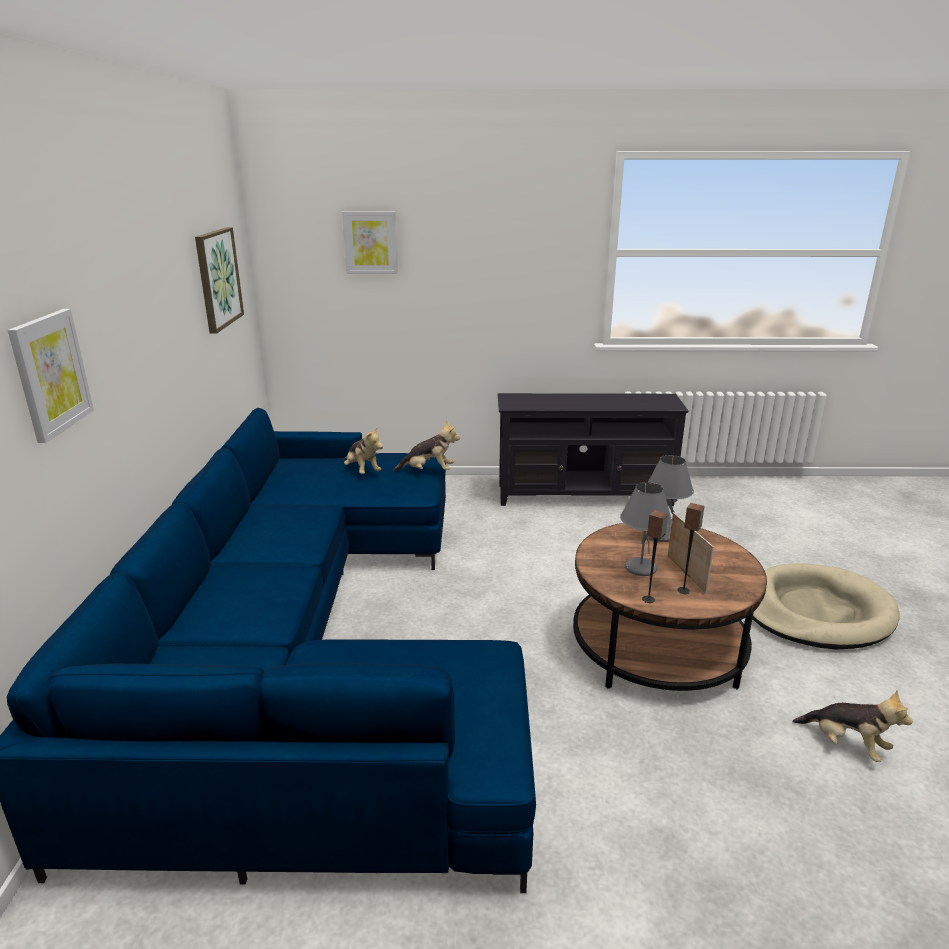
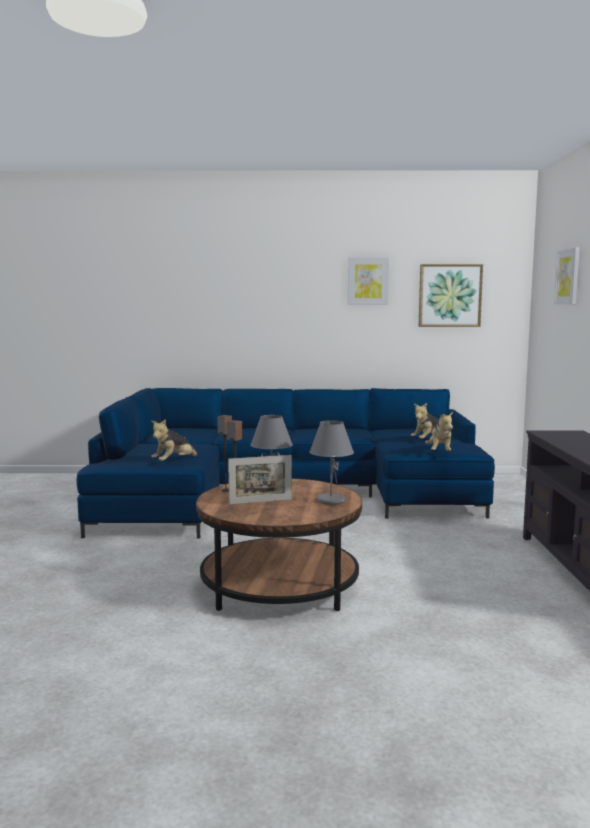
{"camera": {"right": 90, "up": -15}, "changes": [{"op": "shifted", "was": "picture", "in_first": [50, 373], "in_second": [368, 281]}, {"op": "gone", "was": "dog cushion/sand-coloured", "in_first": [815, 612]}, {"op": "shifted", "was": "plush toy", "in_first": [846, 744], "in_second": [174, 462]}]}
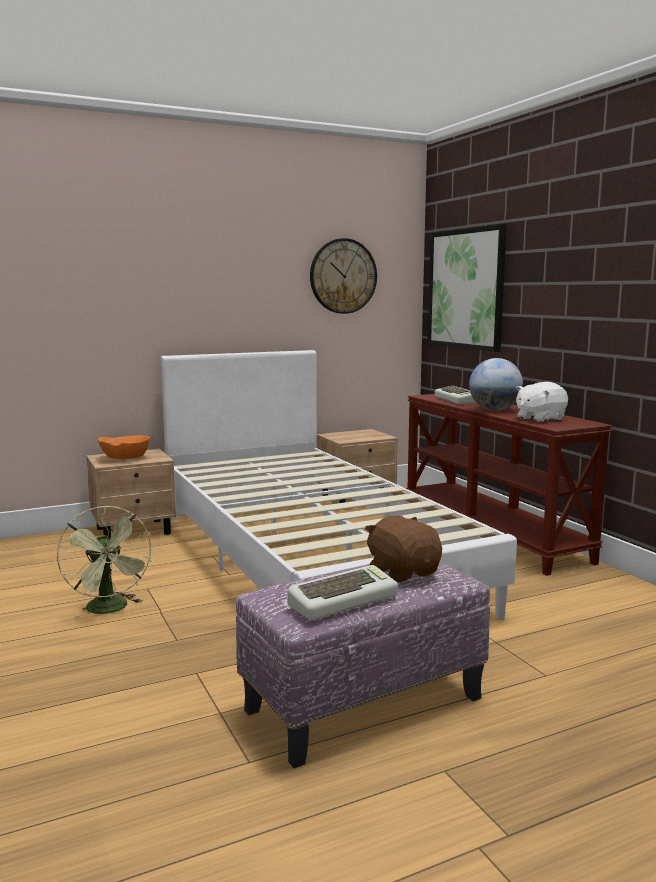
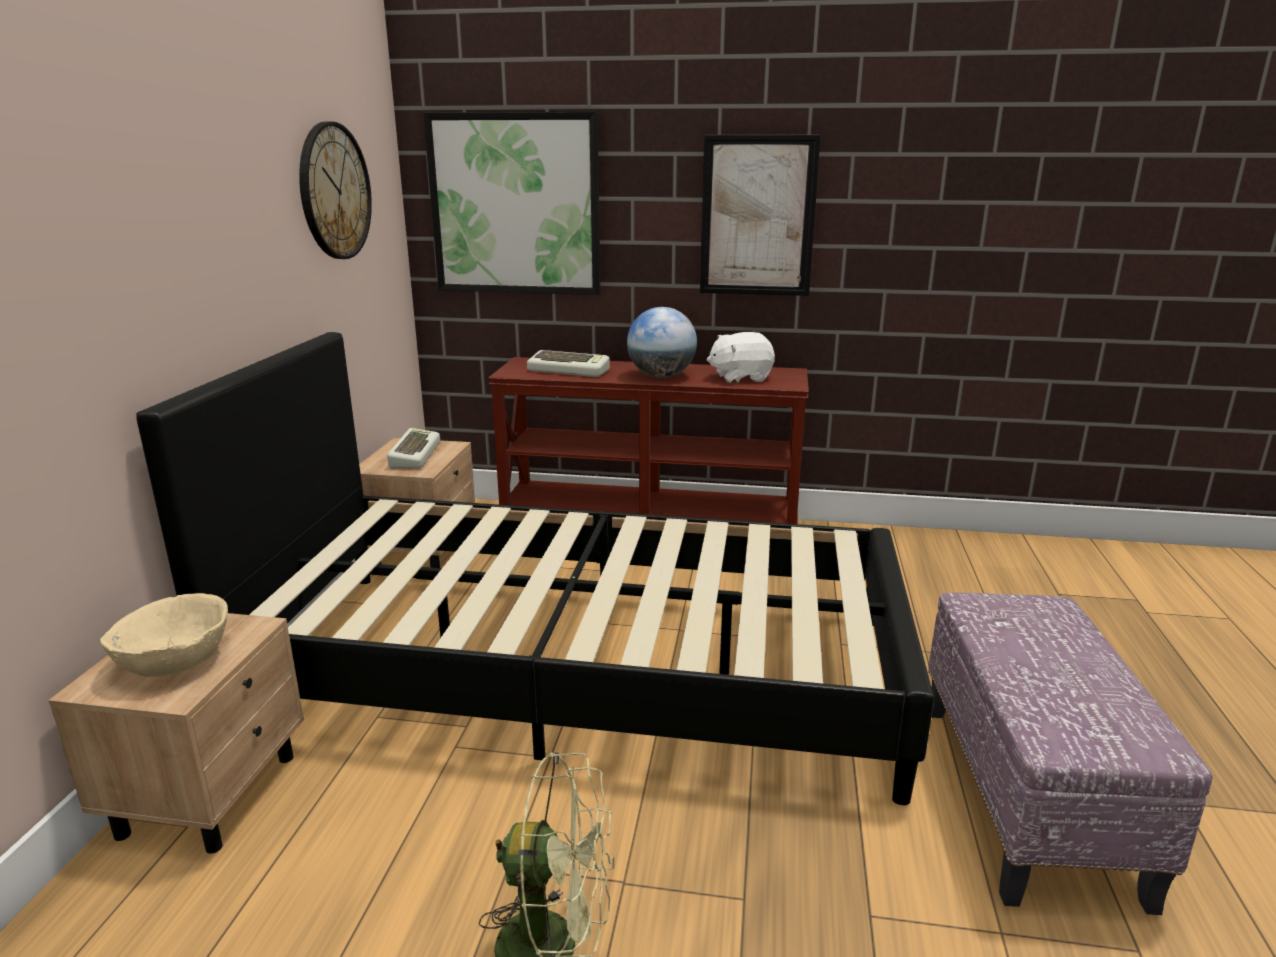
{"camera": {"right": -55, "up": 10}, "changes": [{"op": "repainted", "was": "deep dish/orangey", "now": "deep dish/sand-coloured", "in_first": [125, 458], "in_second": [174, 661]}, {"op": "repainted", "was": "bedroom bed/white-coloured", "now": "bedroom bed/black-coloured", "in_first": [308, 558], "in_second": [577, 668]}, {"op": "shifted", "was": "PC keyboard", "in_first": [343, 600], "in_second": [413, 455]}, {"op": "gone", "was": "plush toy/brownish", "in_first": [403, 572]}, {"op": "rotated", "was": "plush toy/white-coloured", "in_first": [539, 419], "in_second": [740, 378], "clockwise": 75}, {"op": "new", "now": "picture", "in_second": [757, 216]}]}
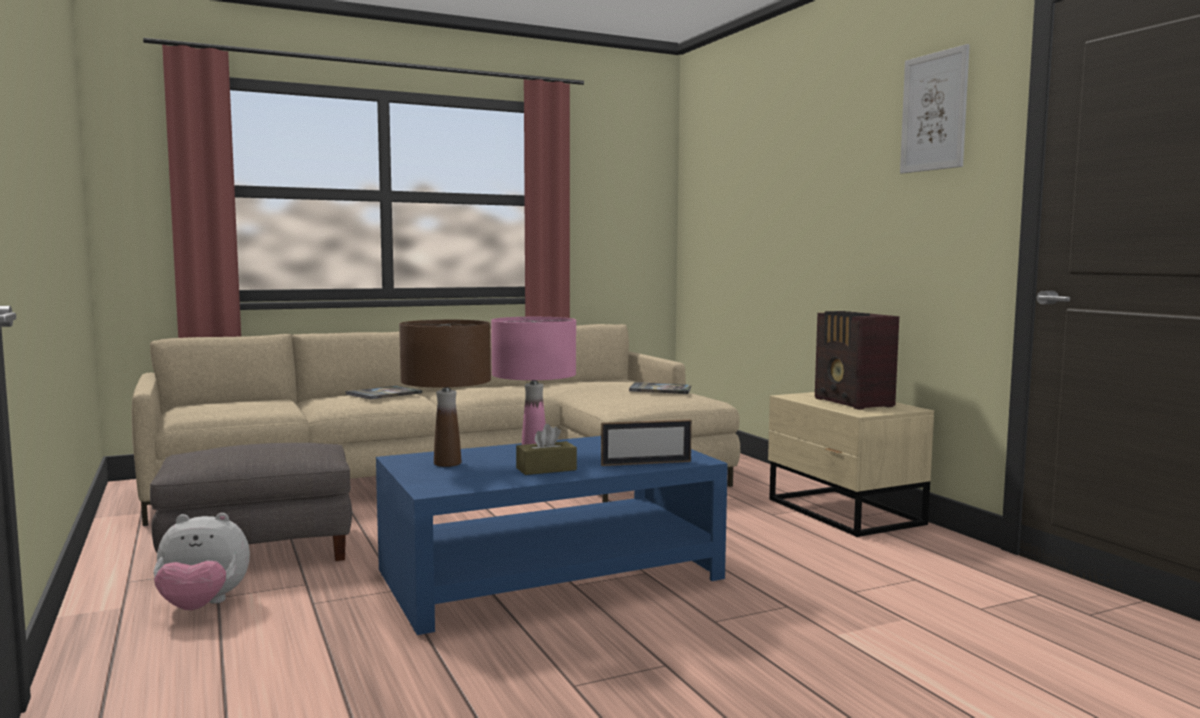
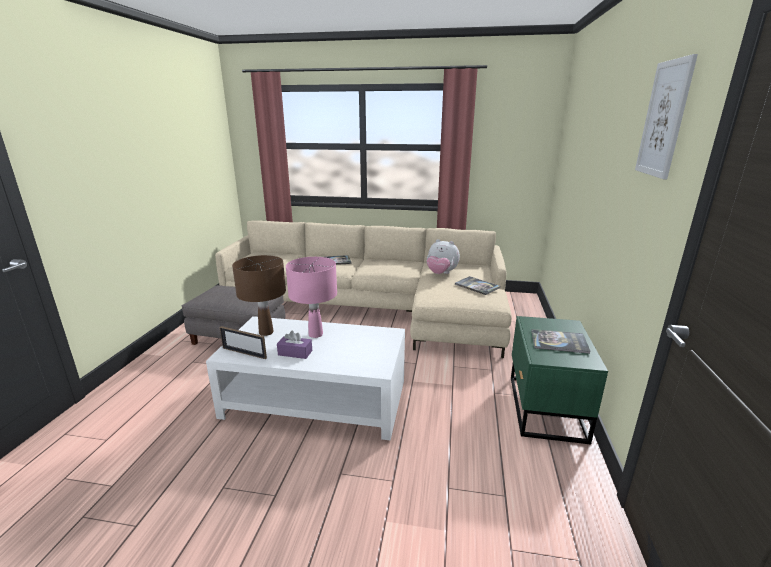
{"camera": {"right": 35, "up": 15}, "changes": [{"op": "shifted", "was": "plush toy", "in_first": [202, 606], "in_second": [441, 273]}, {"op": "repainted", "was": "low table/blue-coloured", "now": "low table/white-coloured", "in_first": [549, 575], "in_second": [316, 399]}, {"op": "repainted", "was": "tissue box/brownish", "now": "tissue box/purple-coloured", "in_first": [546, 469], "in_second": [295, 353]}, {"op": "shifted", "was": "standing frame", "in_first": [646, 463], "in_second": [244, 353]}, {"op": "repainted", "was": "bedside table/sand-coloured", "now": "bedside table/green-coloured", "in_first": [843, 513], "in_second": [544, 408]}, {"op": "swapped", "was": "radio set", "now": "bound book", "in_first": [853, 403], "in_second": [559, 342]}]}
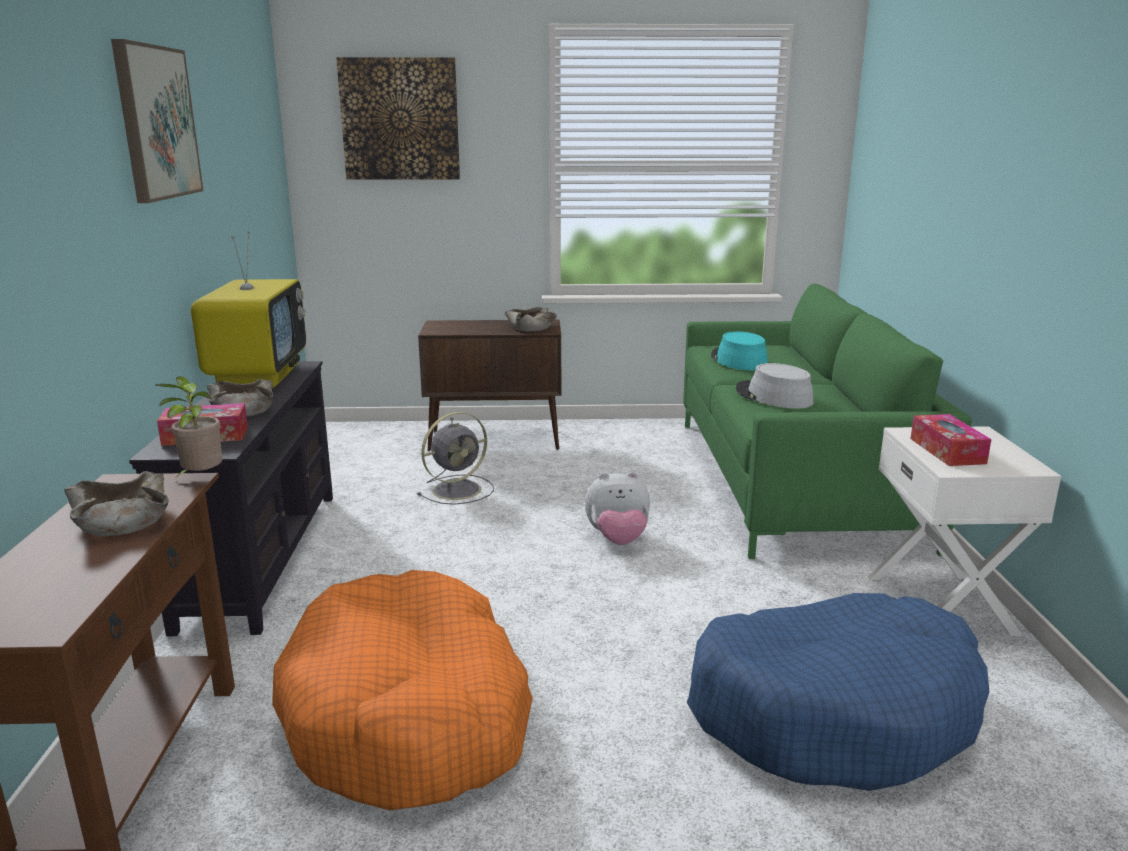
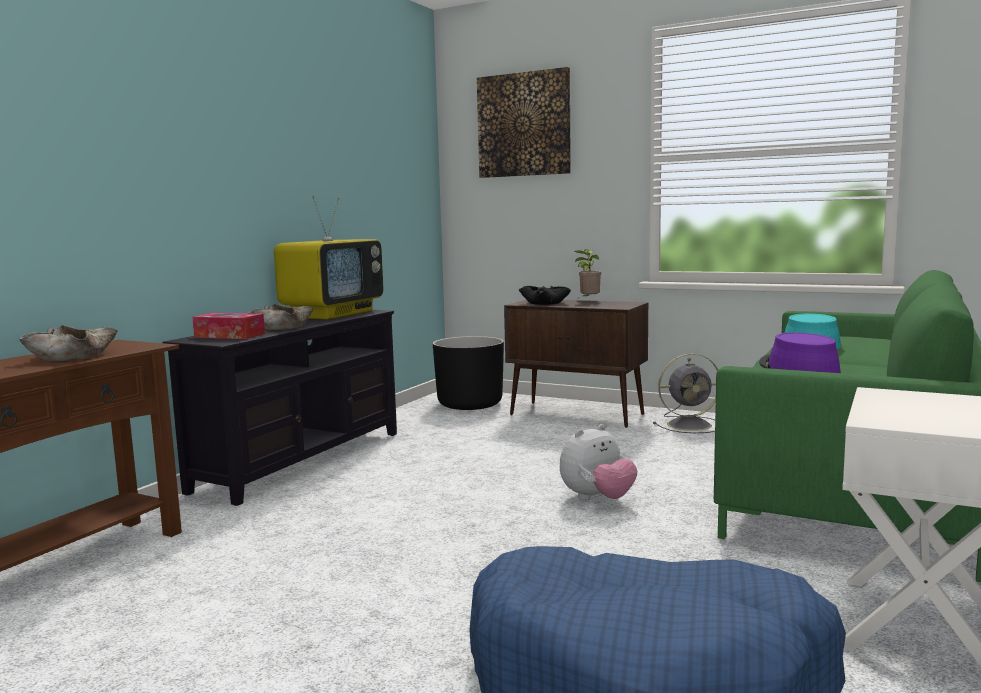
{"camera": {"right": 30, "up": -10}, "changes": [{"op": "gone", "was": "picture", "in_first": [156, 123]}, {"op": "shifted", "was": "potted plant", "in_first": [200, 478], "in_second": [588, 301]}, {"op": "gone", "was": "dog cushion/orangey", "in_first": [409, 714]}, {"op": "shifted", "was": "electric fan/greyish", "in_first": [459, 489], "in_second": [691, 425]}, {"op": "gone", "was": "deep dish/sand-coloured", "in_first": [530, 328]}, {"op": "rotated", "was": "plush toy", "in_first": [618, 540], "in_second": [597, 499], "clockwise": -60}, {"op": "repainted", "was": "hat/greyish", "now": "hat/purple-coloured", "in_first": [773, 396], "in_second": [798, 369]}, {"op": "gone", "was": "tissue box", "in_first": [947, 451]}, {"op": "new", "now": "planter/black-coloured", "in_second": [470, 404]}, {"op": "new", "now": "deep dish/black-coloured", "in_second": [545, 303]}]}
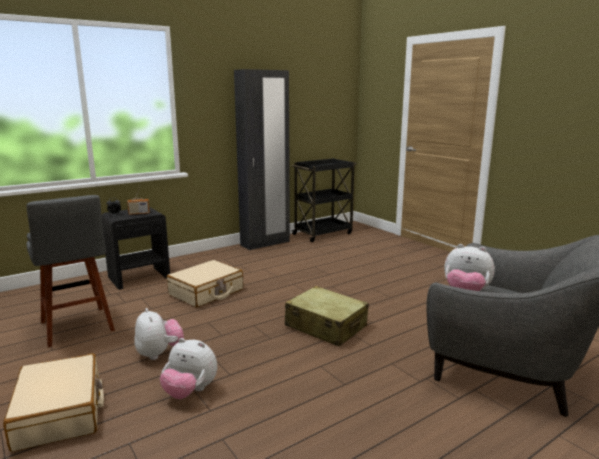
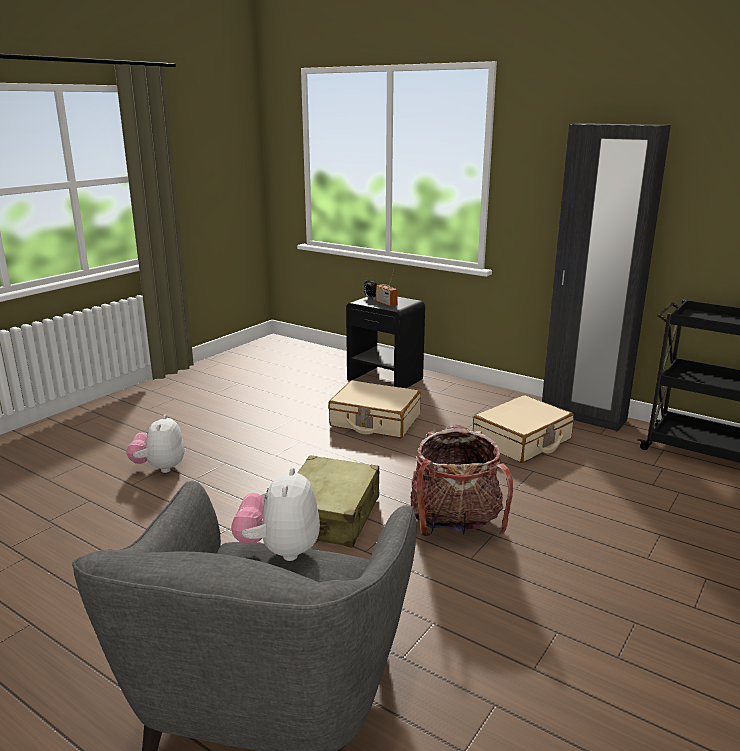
{"camera": {"right": 70, "up": 5}, "changes": [{"op": "shifted", "was": "travel case/sand-coloured", "in_first": [60, 412], "in_second": [522, 441]}, {"op": "gone", "was": "stool seat/greyish", "in_first": [77, 328]}, {"op": "gone", "was": "plush toy", "in_first": [159, 353]}, {"op": "new", "now": "backpack", "in_second": [455, 525]}]}
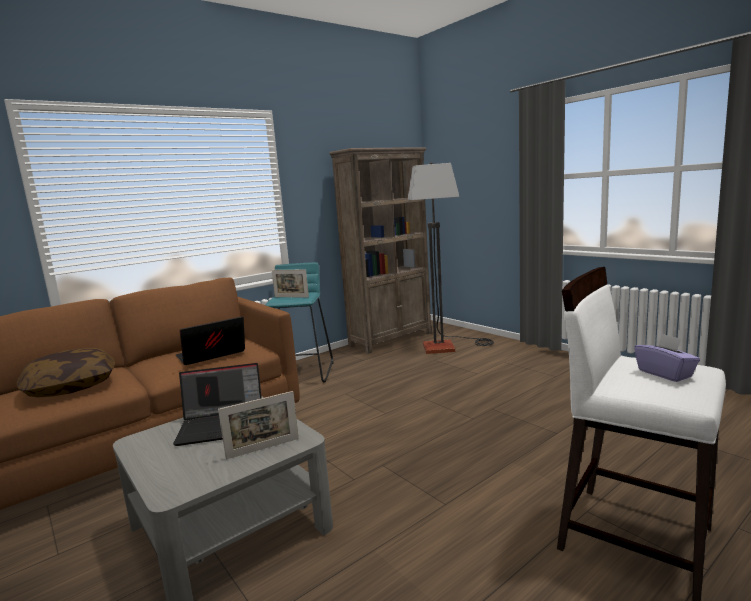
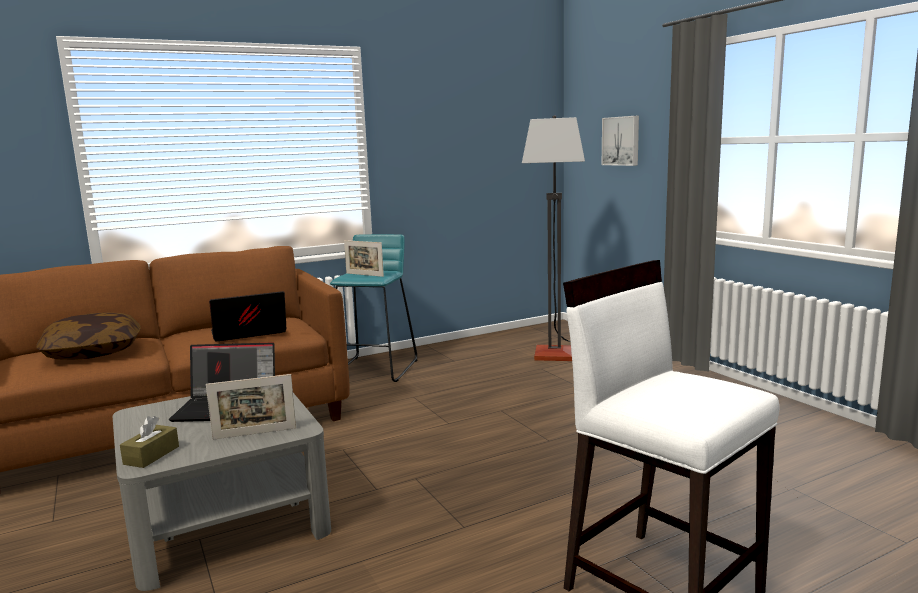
{"camera": {"right": 10, "up": 0}, "changes": [{"op": "gone", "was": "shelving unit/brownish", "in_first": [391, 339]}, {"op": "gone", "was": "tissue box/purple-coloured", "in_first": [665, 373]}, {"op": "new", "now": "tissue box/brownish", "in_second": [151, 455]}, {"op": "new", "now": "picture", "in_second": [621, 141]}]}
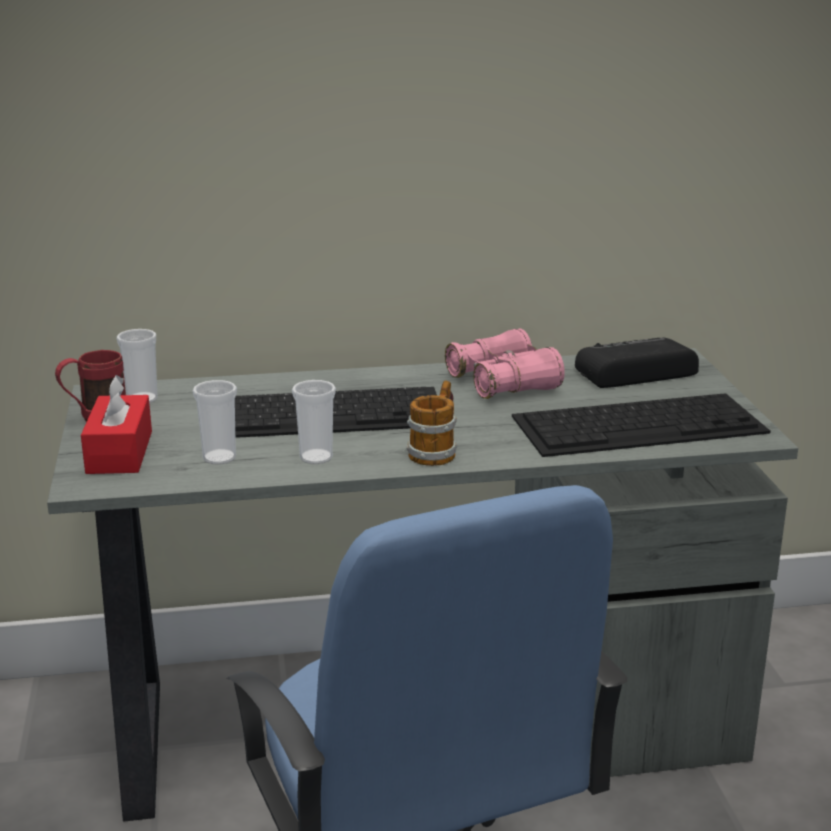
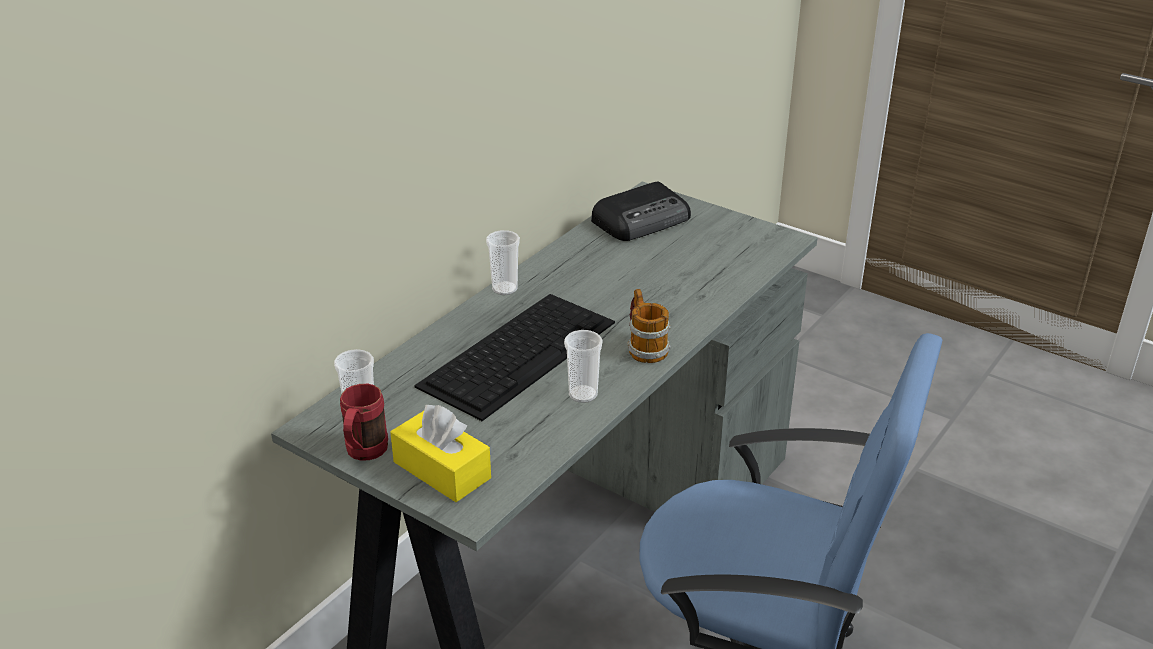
{"camera": {"right": -45, "up": 10}, "changes": [{"op": "repainted", "was": "tissue box/reddish", "now": "tissue box/yellow-coloured", "in_first": [119, 452], "in_second": [442, 470]}, {"op": "shifted", "was": "small cup", "in_first": [219, 458], "in_second": [504, 289]}, {"op": "gone", "was": "pair of binoculars/pink", "in_first": [503, 383]}, {"op": "gone", "was": "PC keyboard", "in_first": [640, 424]}, {"op": "rotated", "was": "radio set", "in_first": [632, 372], "in_second": [643, 220], "clockwise": -150}]}
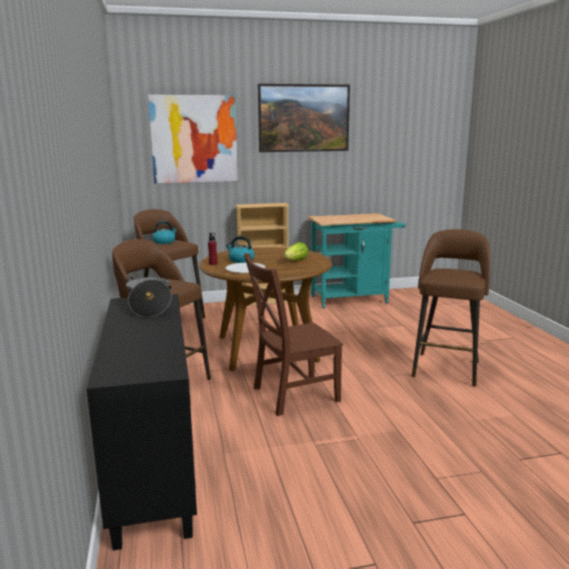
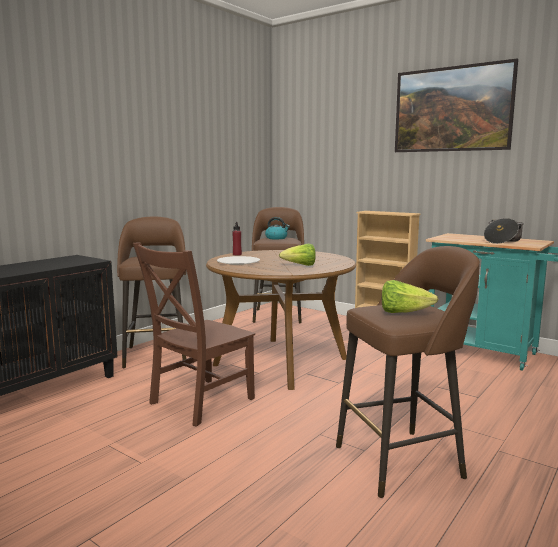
{"camera": {"right": 50, "up": -5}, "changes": [{"op": "shifted", "was": "cooking pot", "in_first": [149, 307], "in_second": [502, 241]}, {"op": "gone", "was": "picture", "in_first": [194, 139]}, {"op": "gone", "was": "tea kettle", "in_first": [241, 260]}, {"op": "rotated", "was": "upright chair/brownish", "in_first": [292, 395], "in_second": [198, 402], "clockwise": -75}, {"op": "new", "now": "lettuce head", "in_second": [403, 313]}]}
